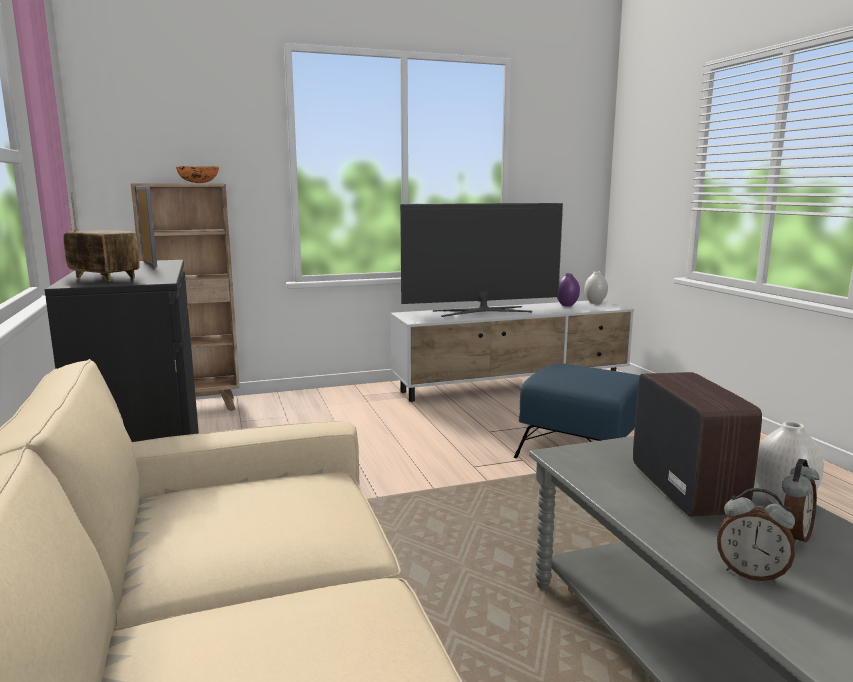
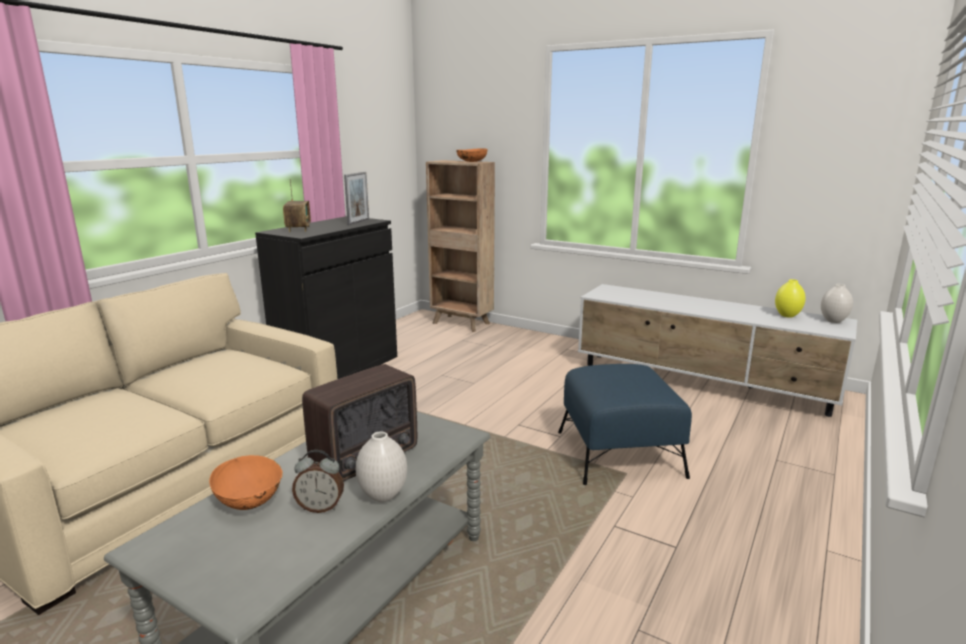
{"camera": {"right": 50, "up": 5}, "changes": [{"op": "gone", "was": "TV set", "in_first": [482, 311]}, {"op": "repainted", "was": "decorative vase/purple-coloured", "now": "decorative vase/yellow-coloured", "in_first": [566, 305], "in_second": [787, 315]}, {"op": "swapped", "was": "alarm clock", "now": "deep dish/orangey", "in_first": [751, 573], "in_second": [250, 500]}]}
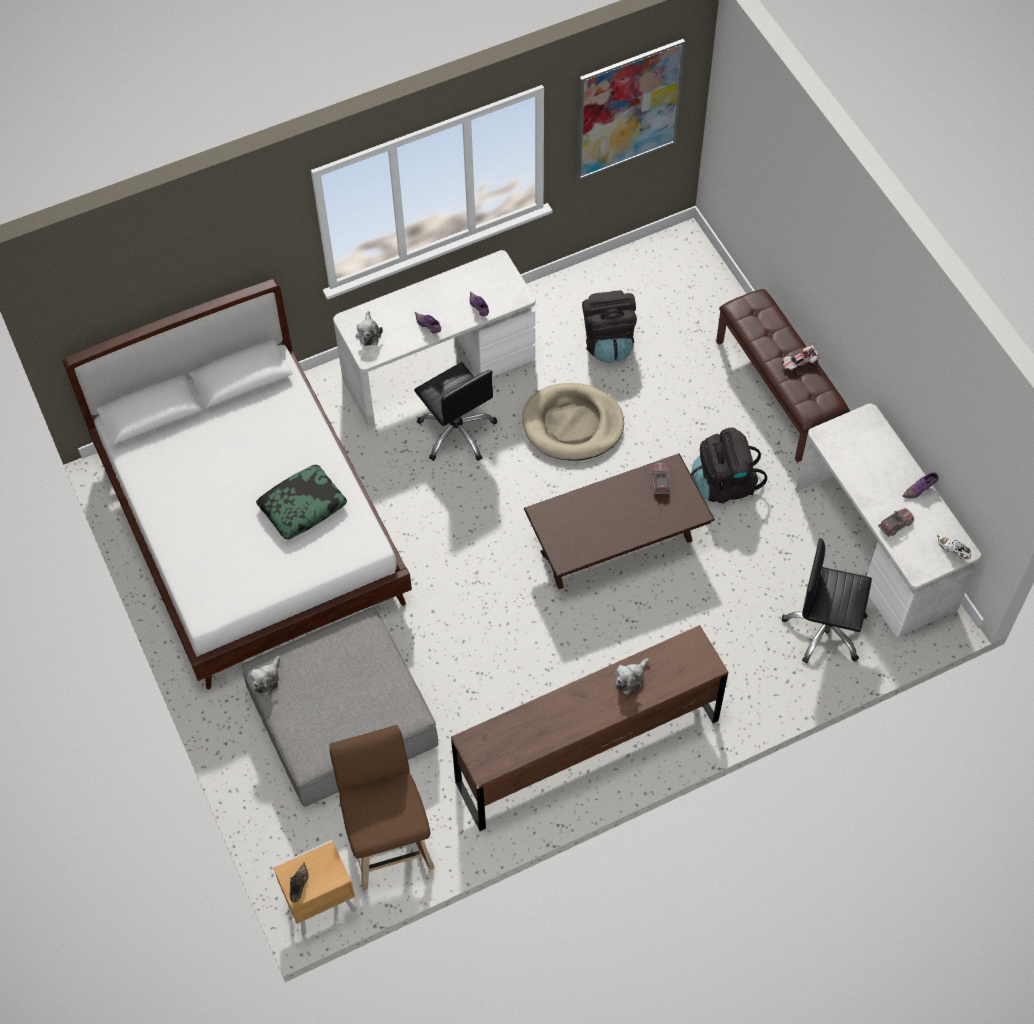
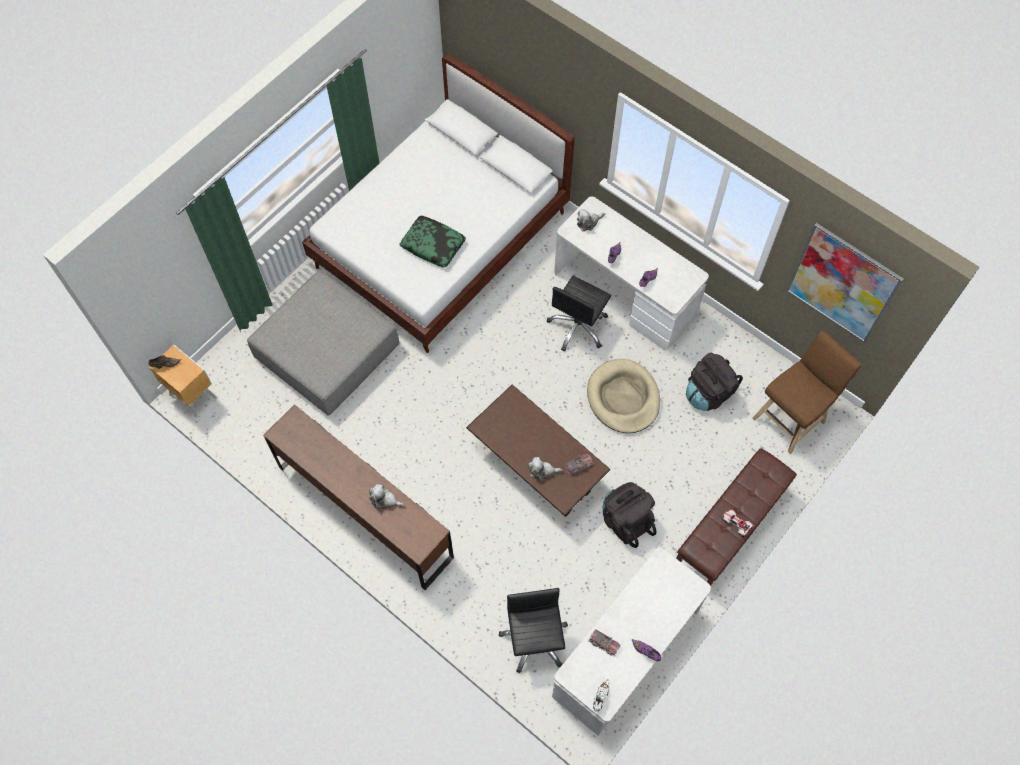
{"camera": {"right": 65, "up": 5}, "changes": [{"op": "shifted", "was": "plush toy", "in_first": [267, 679], "in_second": [542, 471]}, {"op": "shifted", "was": "stool seat/brownish", "in_first": [388, 839], "in_second": [791, 418]}]}
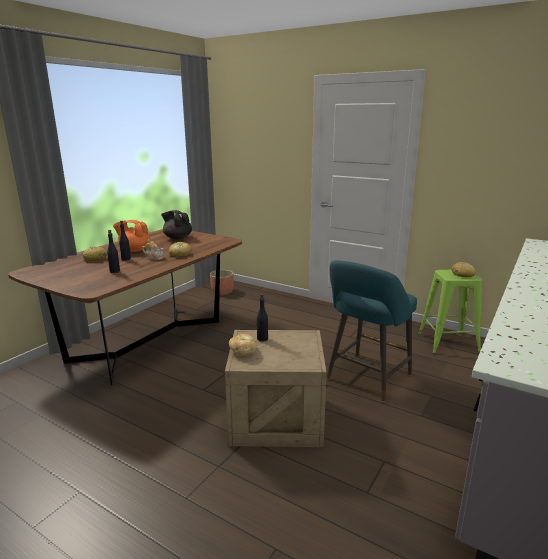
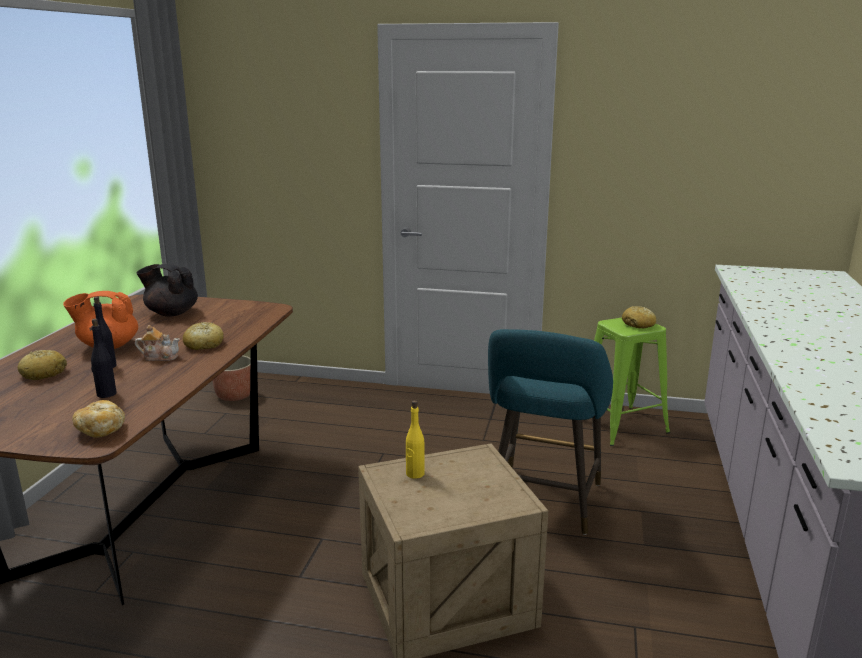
{"camera": {"right": -20, "up": 0}, "changes": [{"op": "shifted", "was": "bread", "in_first": [243, 351], "in_second": [101, 430]}, {"op": "repainted", "was": "bottle/black-coloured", "now": "bottle/yellow-coloured", "in_first": [262, 339], "in_second": [415, 474]}]}
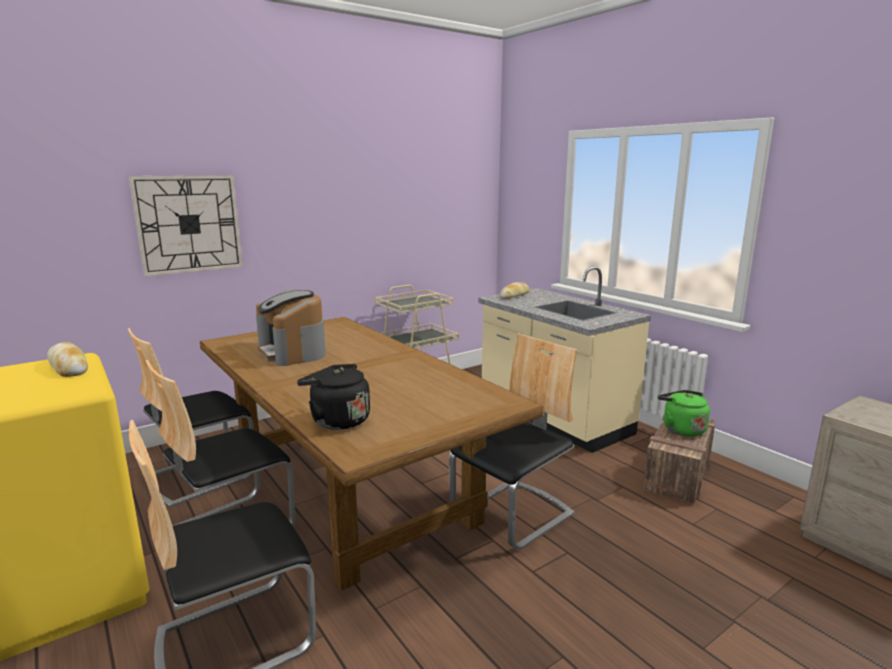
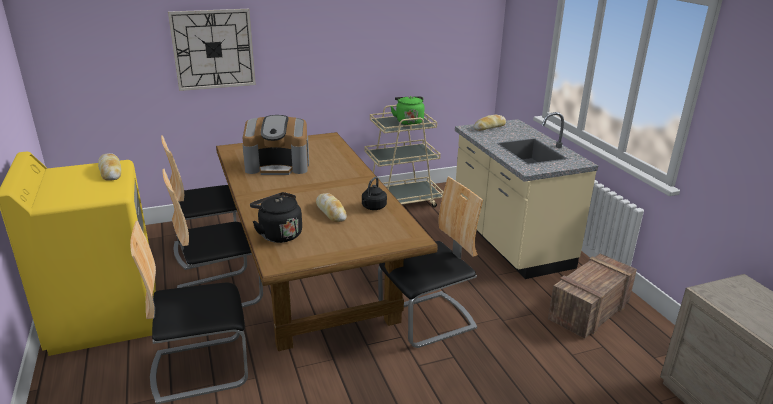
{"camera": {"right": 15, "up": 10}, "changes": [{"op": "rotated", "was": "coffee maker", "in_first": [293, 352], "in_second": [278, 165], "clockwise": -75}, {"op": "shifted", "was": "tea kettle/green-coloured", "in_first": [681, 429], "in_second": [408, 122]}, {"op": "new", "now": "bread", "in_second": [331, 212]}, {"op": "new", "now": "tea kettle/black-coloured", "in_second": [373, 207]}]}
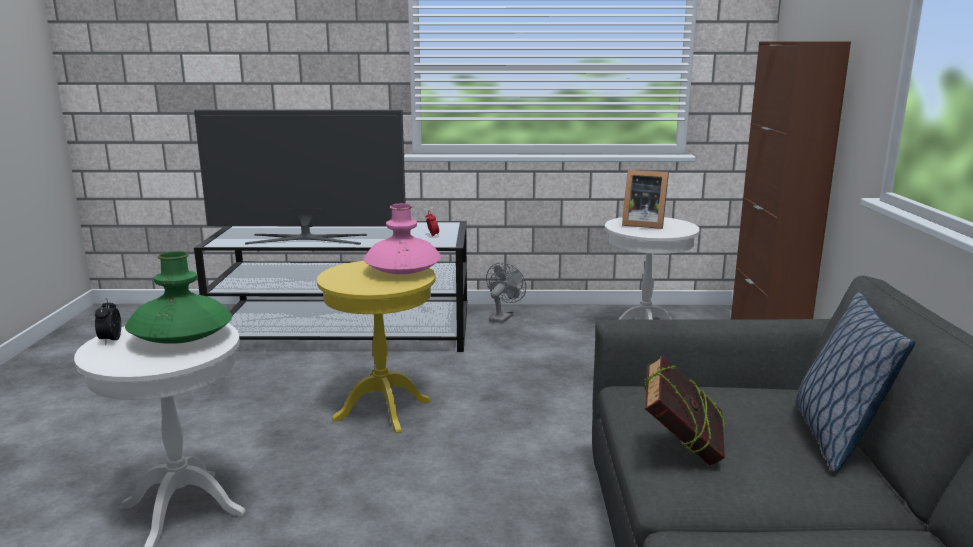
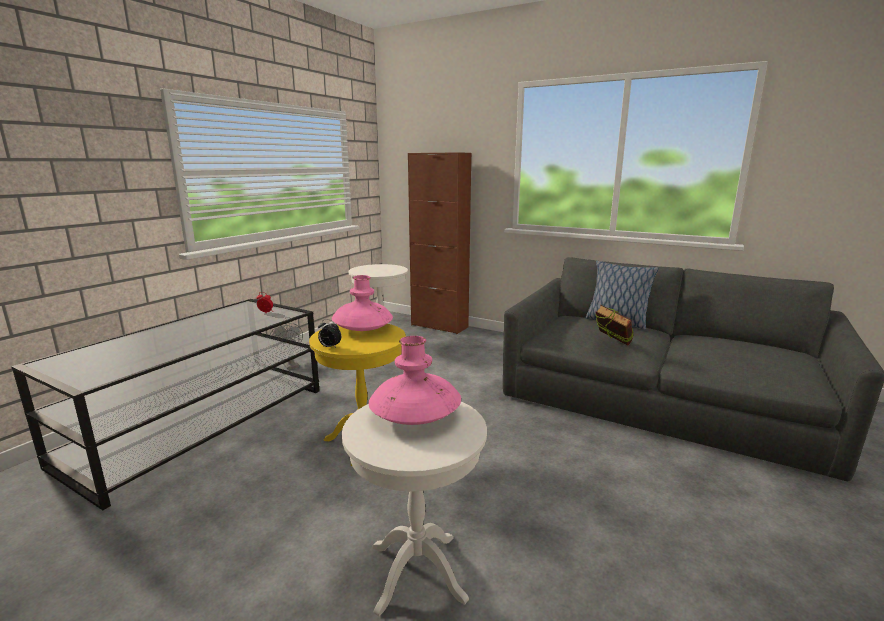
{"camera": {"right": -60, "up": 0}, "changes": [{"op": "shifted", "was": "alarm clock", "in_first": [110, 340], "in_second": [329, 347]}, {"op": "repainted", "was": "decorative vase/green-coloured", "now": "decorative vase/pink", "in_first": [182, 338], "in_second": [415, 415]}, {"op": "gone", "was": "TV set", "in_first": [307, 239]}, {"op": "gone", "was": "standing frame", "in_first": [642, 224]}]}
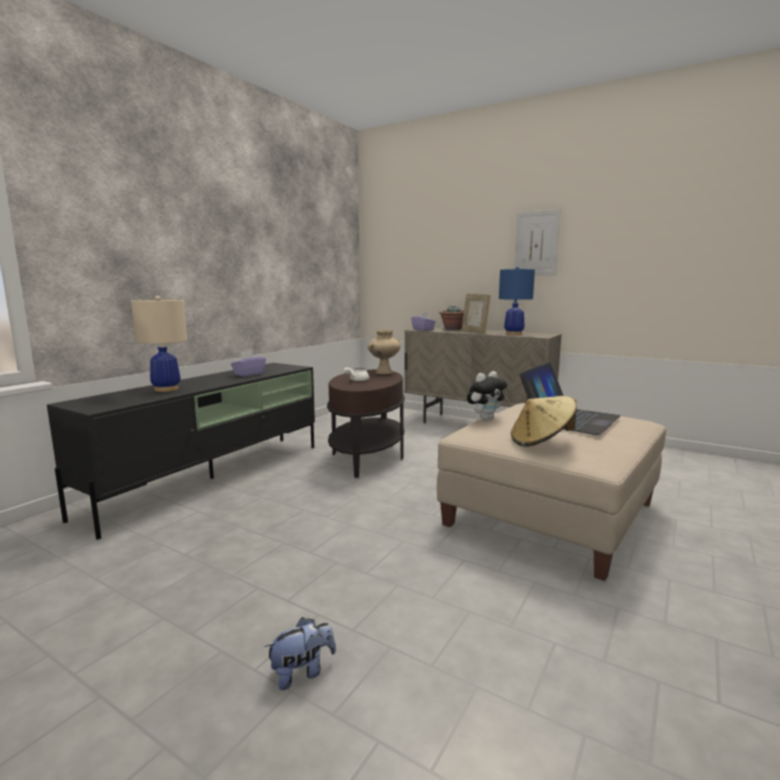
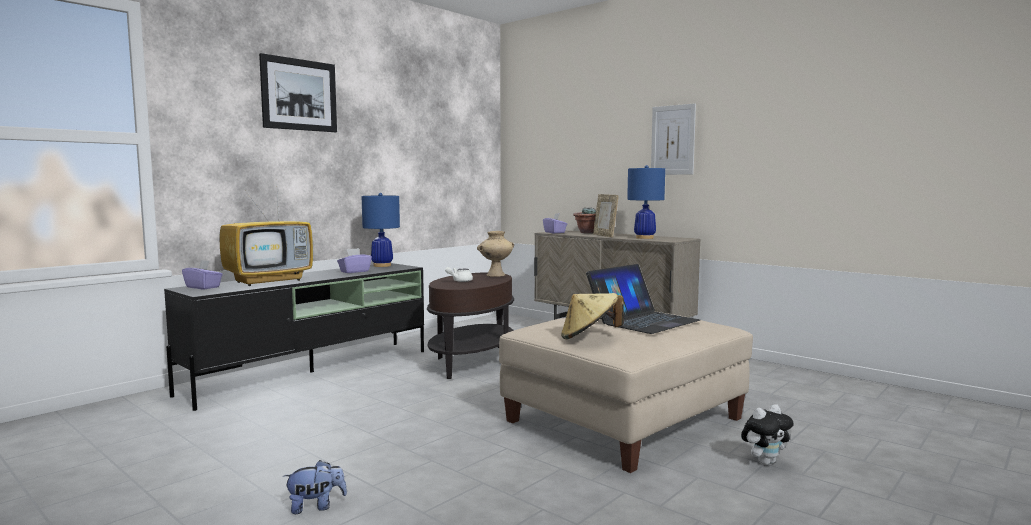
{"camera": {"right": 10, "up": -5}, "changes": [{"op": "swapped", "was": "lamp for a table/sand-coloured", "now": "TV set", "in_first": [166, 389], "in_second": [270, 281]}, {"op": "shifted", "was": "plush toy", "in_first": [485, 418], "in_second": [765, 462]}, {"op": "new", "now": "tissue box/purple-coloured", "in_second": [203, 287]}, {"op": "new", "now": "picture", "in_second": [299, 95]}, {"op": "new", "now": "lamp for a table/blue-coloured", "in_second": [382, 265]}]}
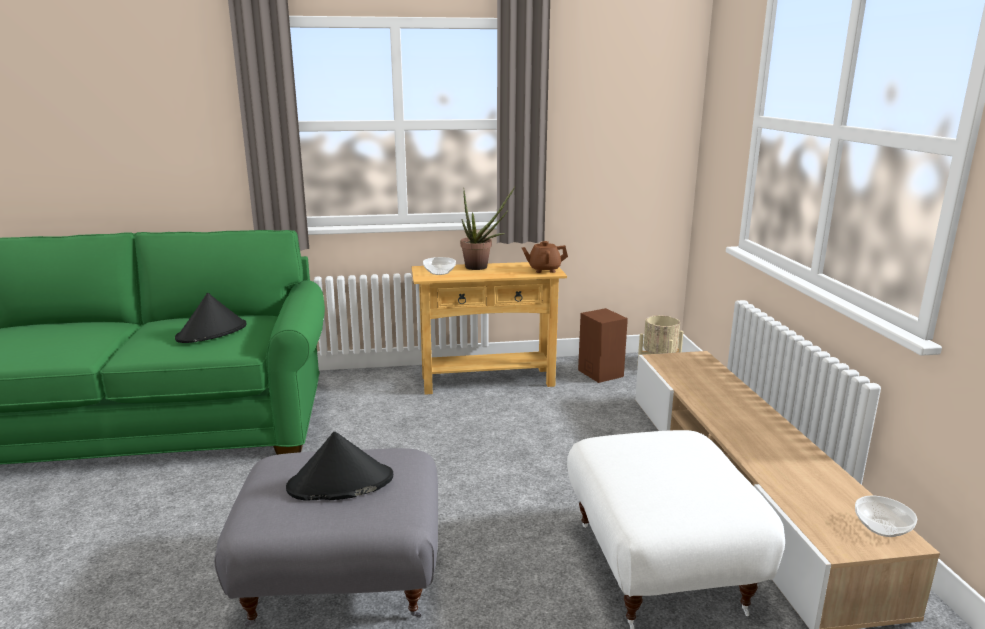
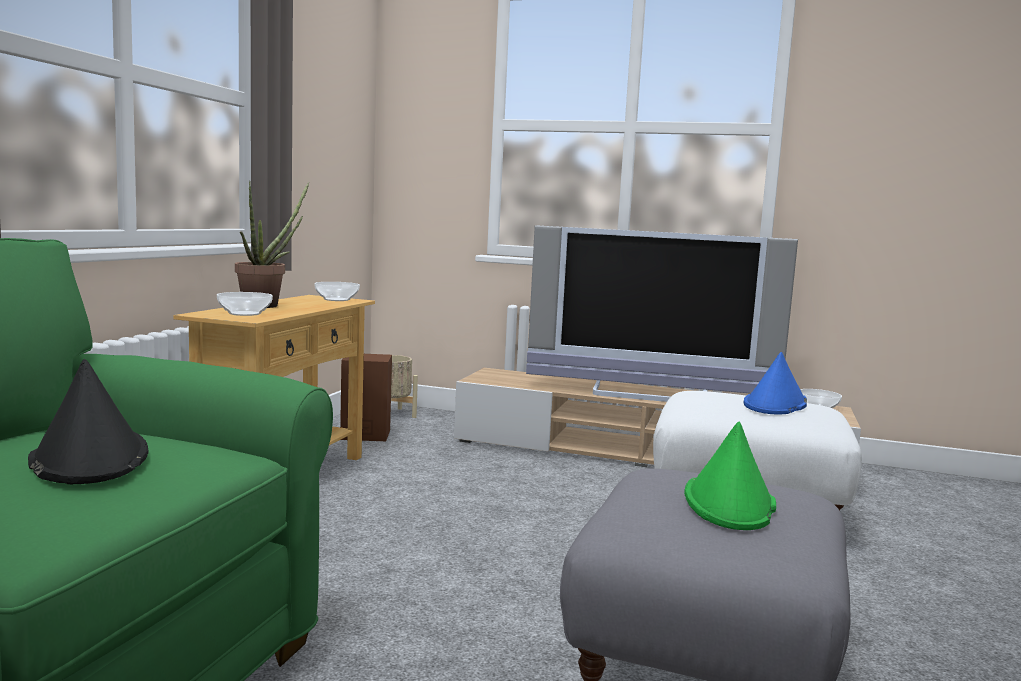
{"camera": {"right": -65, "up": -10}, "changes": [{"op": "repainted", "was": "hat/black-coloured", "now": "hat/green-coloured", "in_first": [340, 483], "in_second": [729, 502]}, {"op": "swapped", "was": "teapot/brownish", "now": "deep dish", "in_first": [544, 270], "in_second": [336, 299]}, {"op": "new", "now": "TV set", "in_second": [650, 395]}, {"op": "new", "now": "hat/blue-coloured", "in_second": [775, 404]}]}
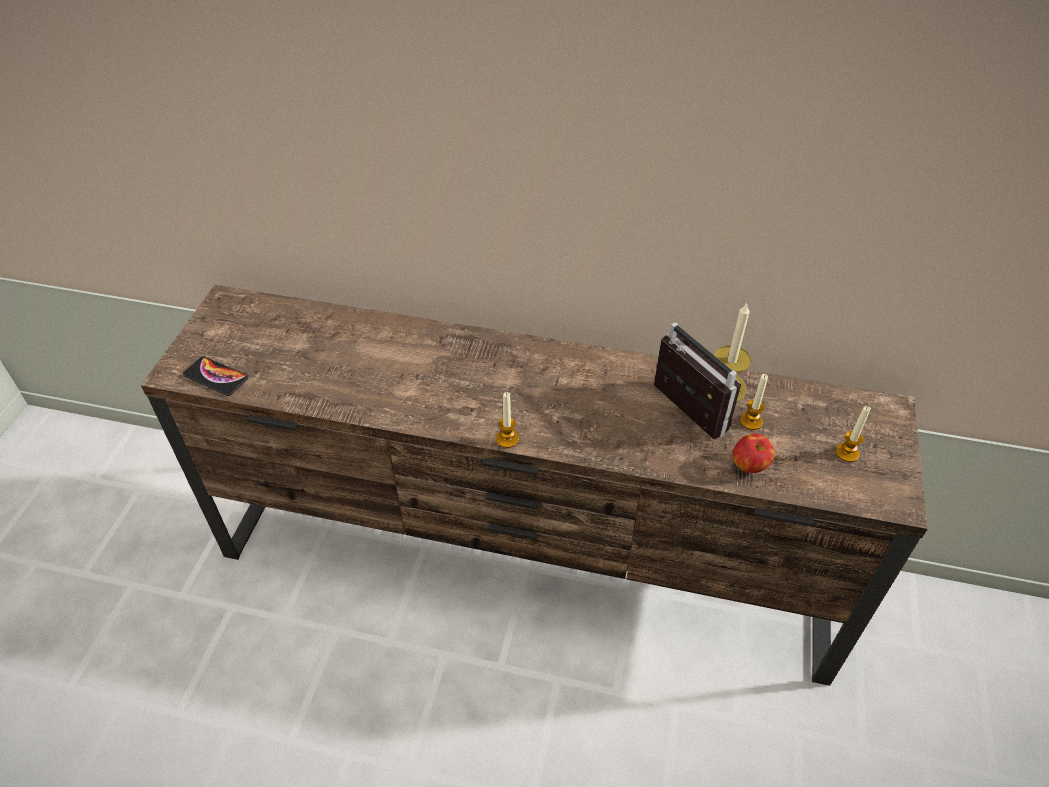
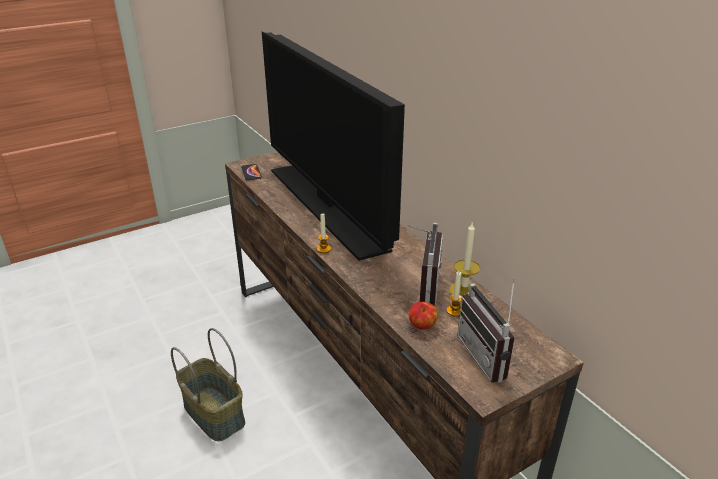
{"camera": {"right": 45, "up": -15}, "changes": [{"op": "swapped", "was": "candle", "now": "radio set", "in_first": [847, 453], "in_second": [489, 356]}, {"op": "new", "now": "household basket", "in_second": [215, 413]}, {"op": "new", "now": "TV set", "in_second": [327, 208]}]}
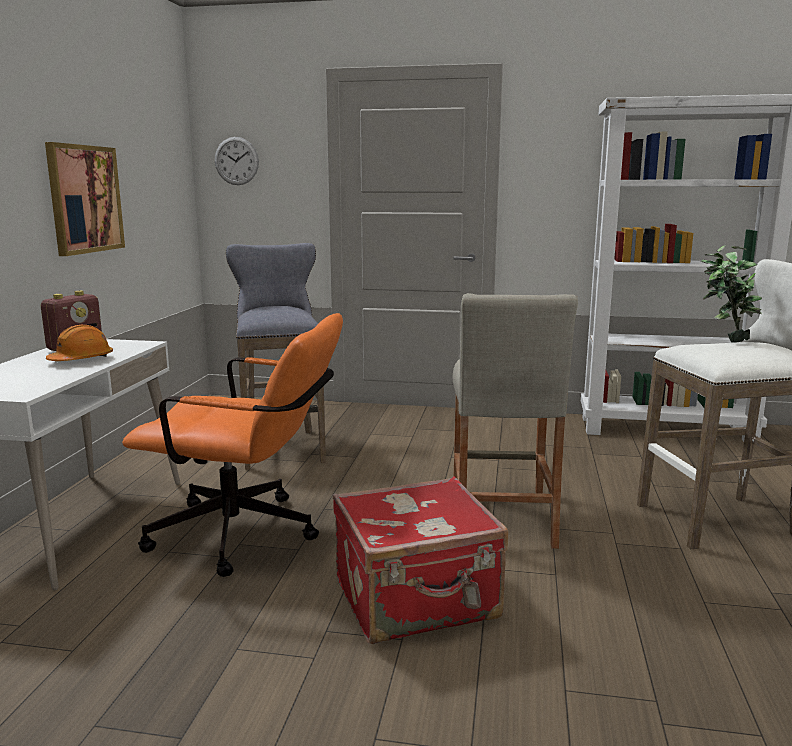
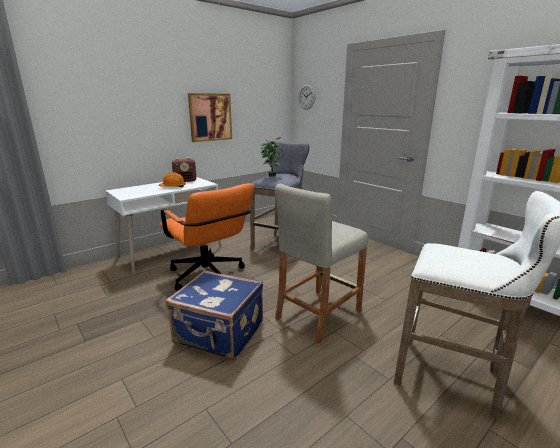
{"camera": {"right": 40, "up": 5}, "changes": [{"op": "repainted", "was": "travel case/reddish", "now": "travel case/blue-coloured", "in_first": [417, 601], "in_second": [219, 334]}, {"op": "shifted", "was": "potted plant", "in_first": [725, 341], "in_second": [271, 176]}]}
